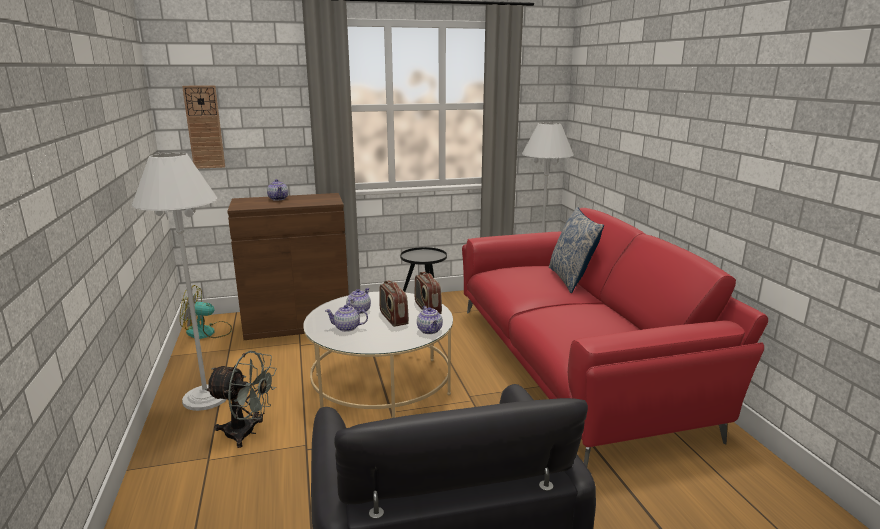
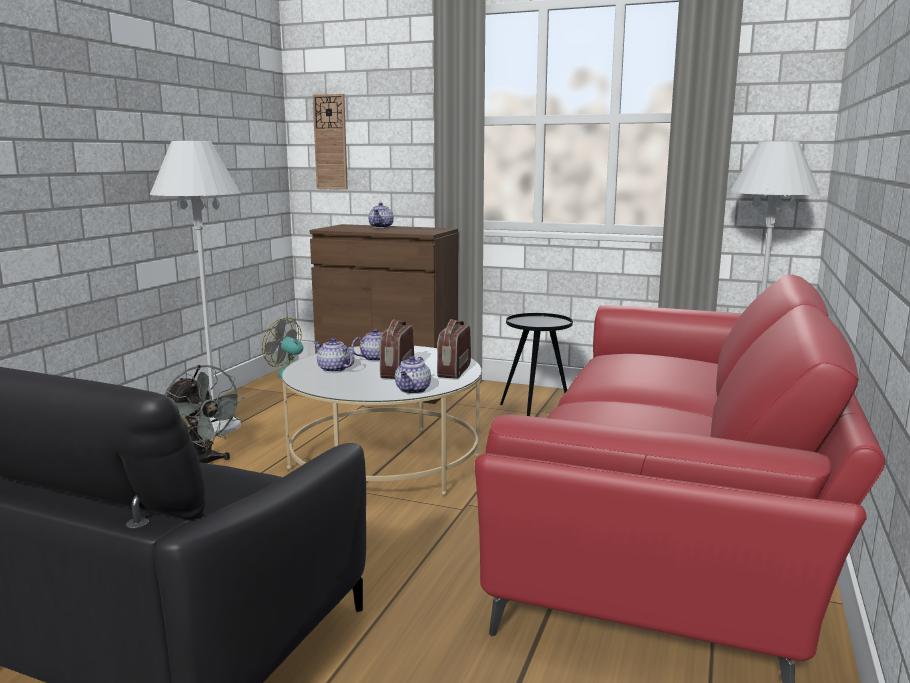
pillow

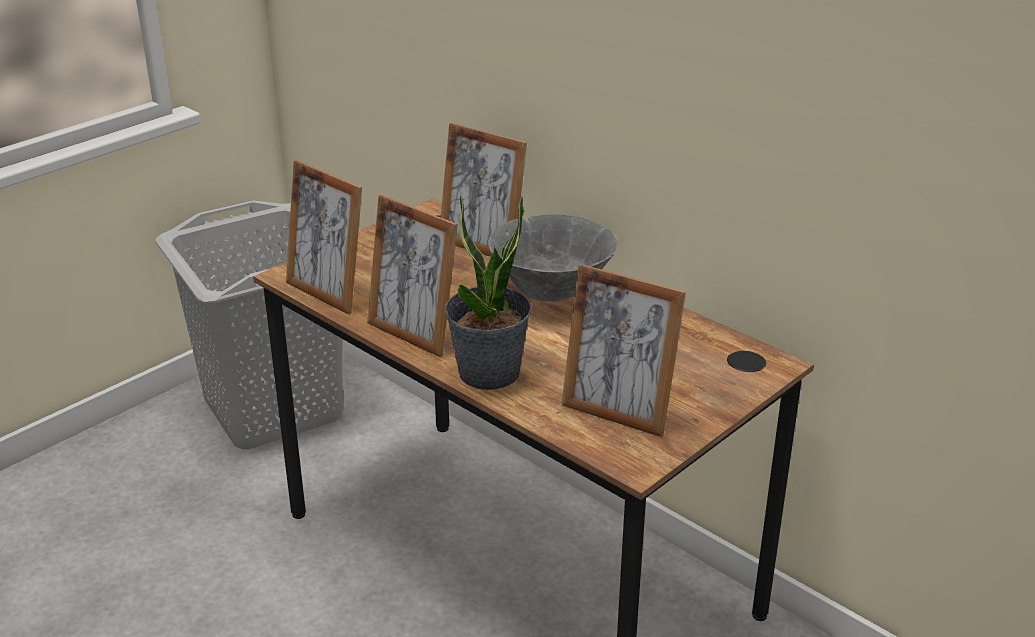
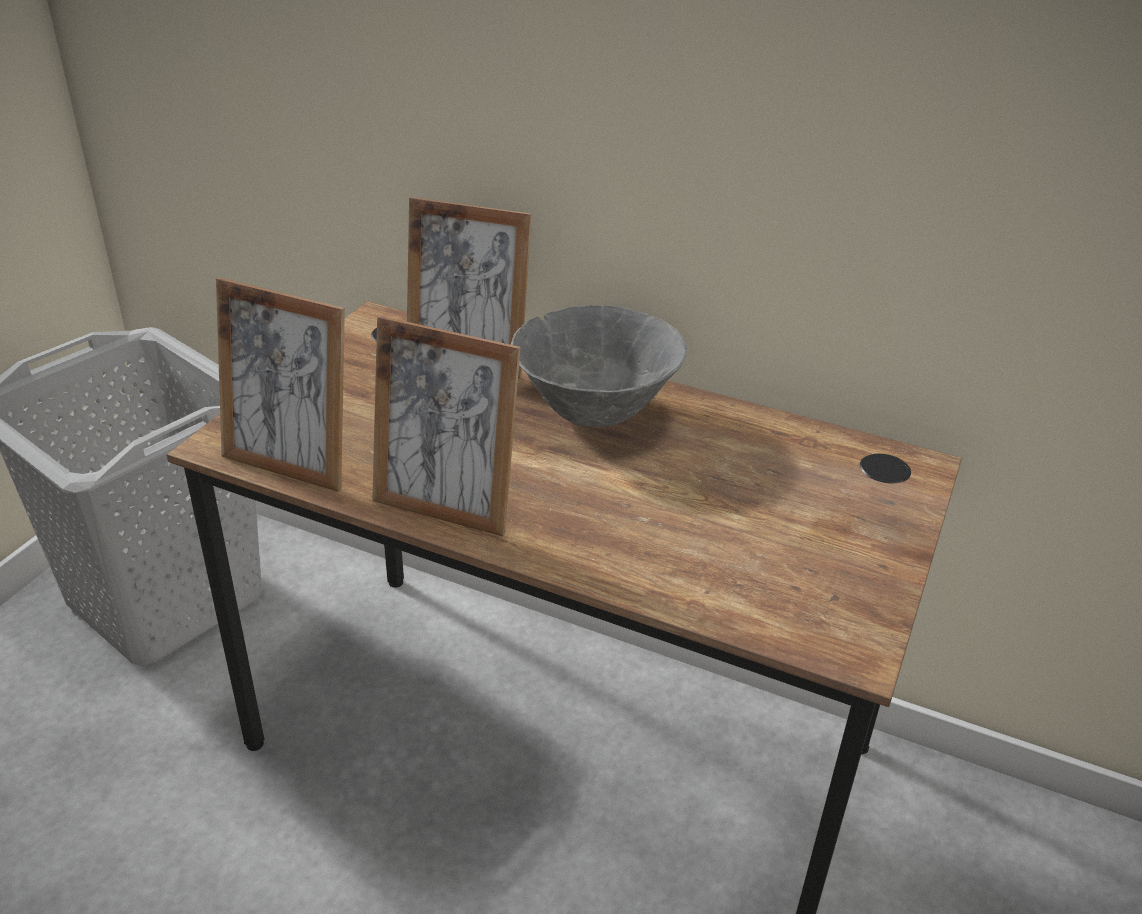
potted plant; picture frame (4th from left in the first image)

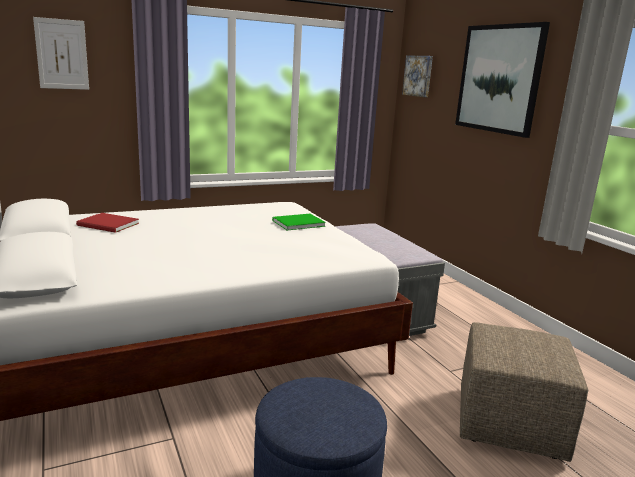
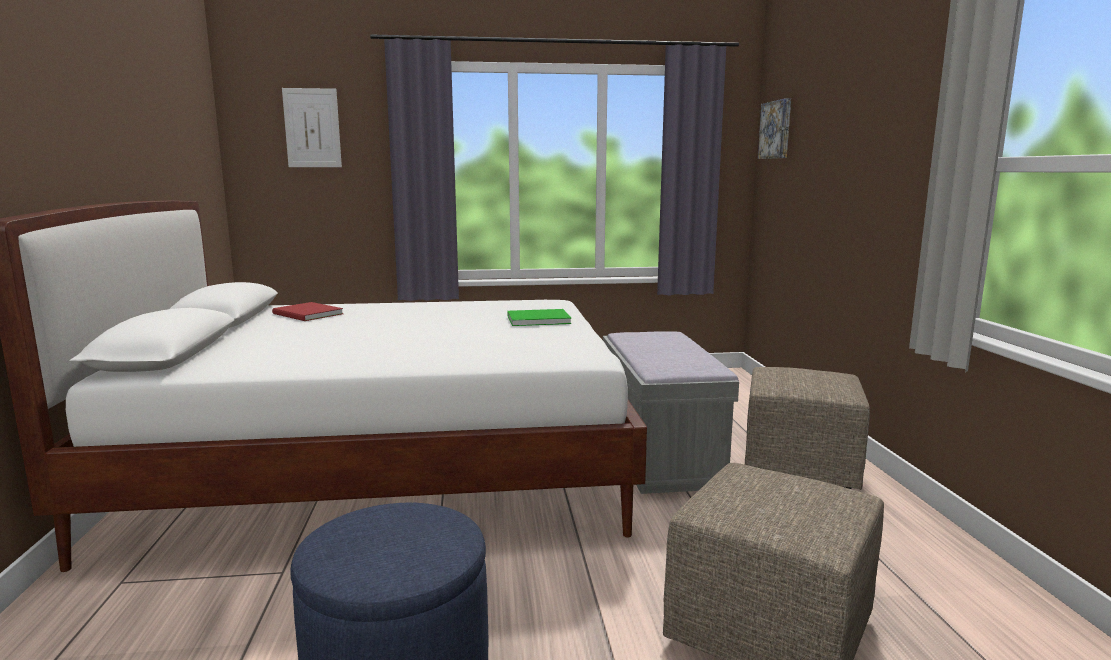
picture (3rd from left in the first image); ottoman (beige) (2nd from left)

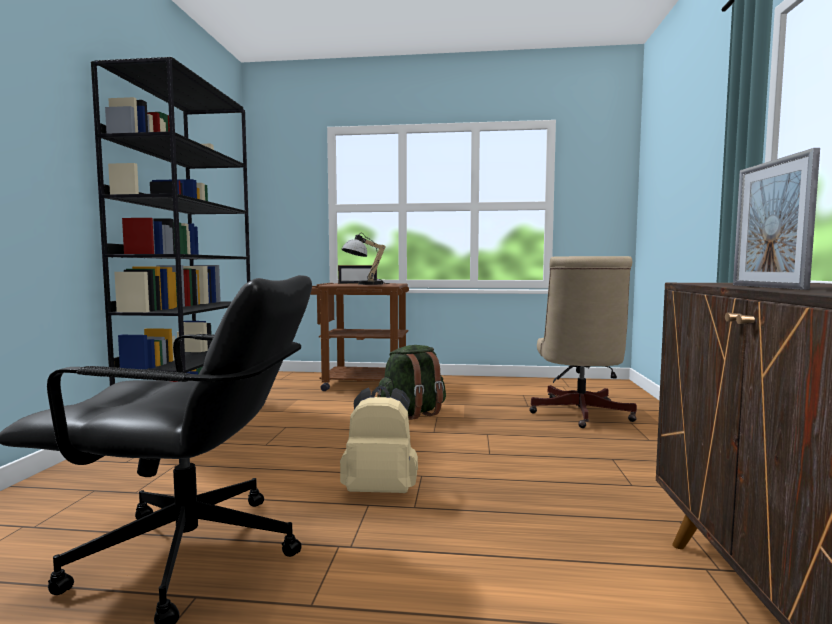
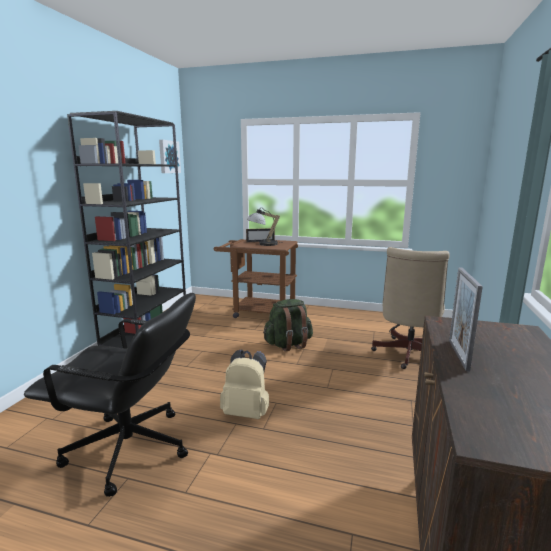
picture

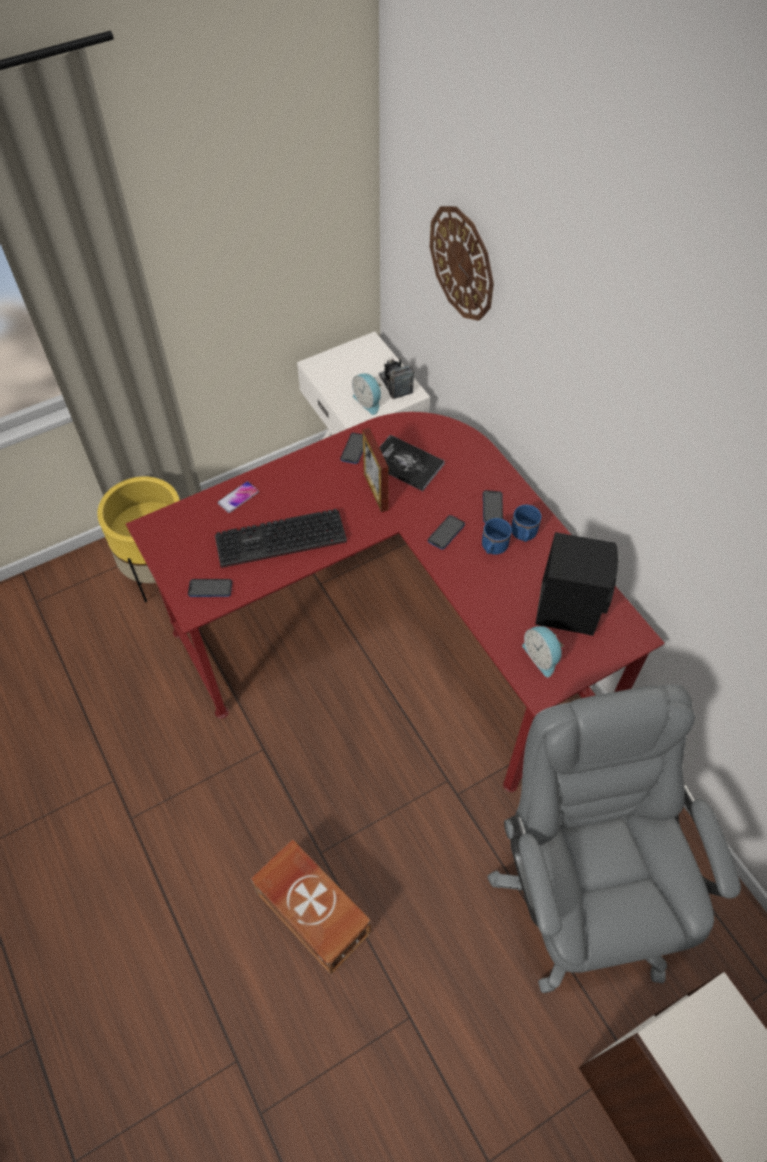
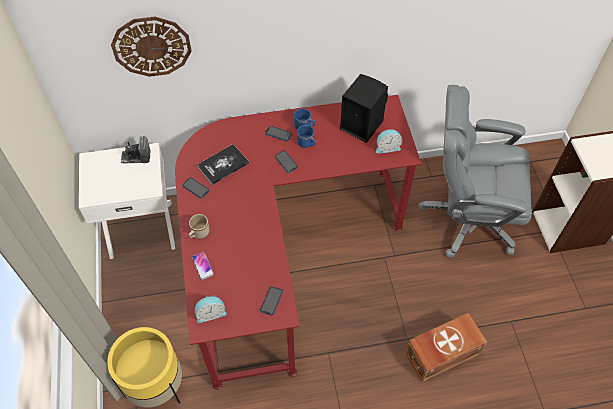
keyboard; alarm clock (1st from left); picture frame; mug (beige)

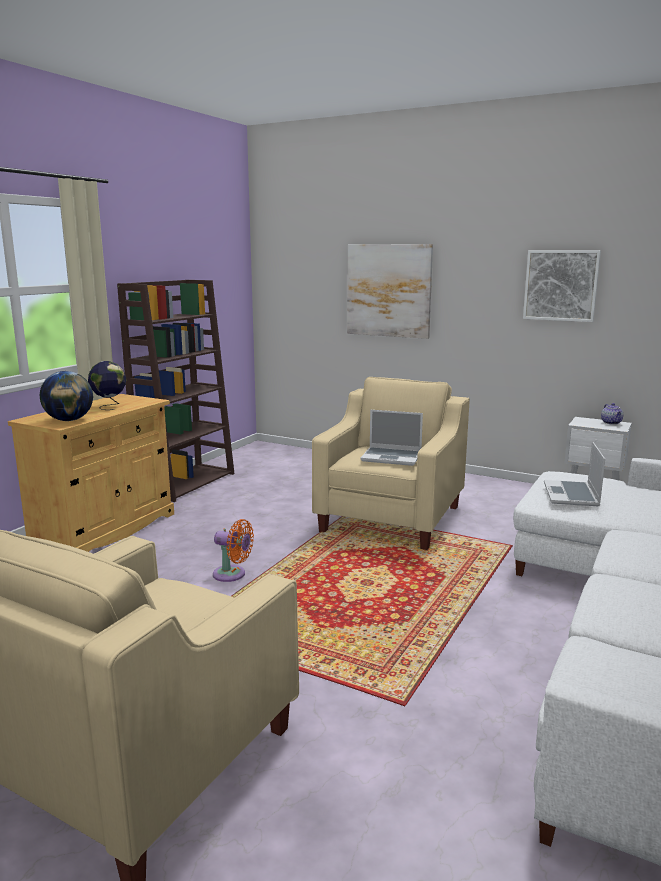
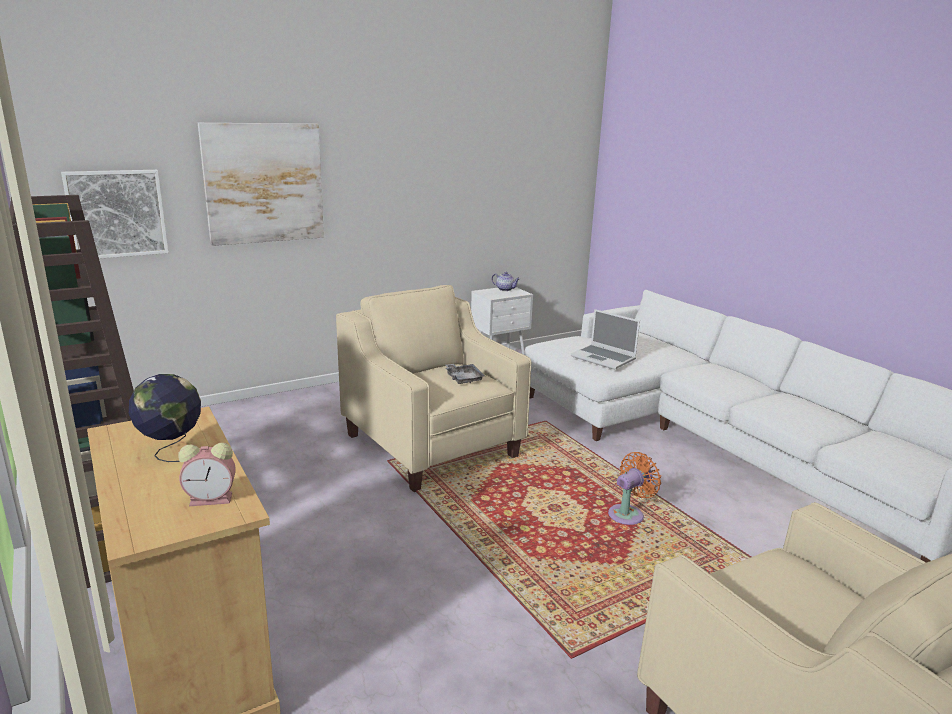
alarm clock; fan (orange); tray (grey); picture (1st from left)

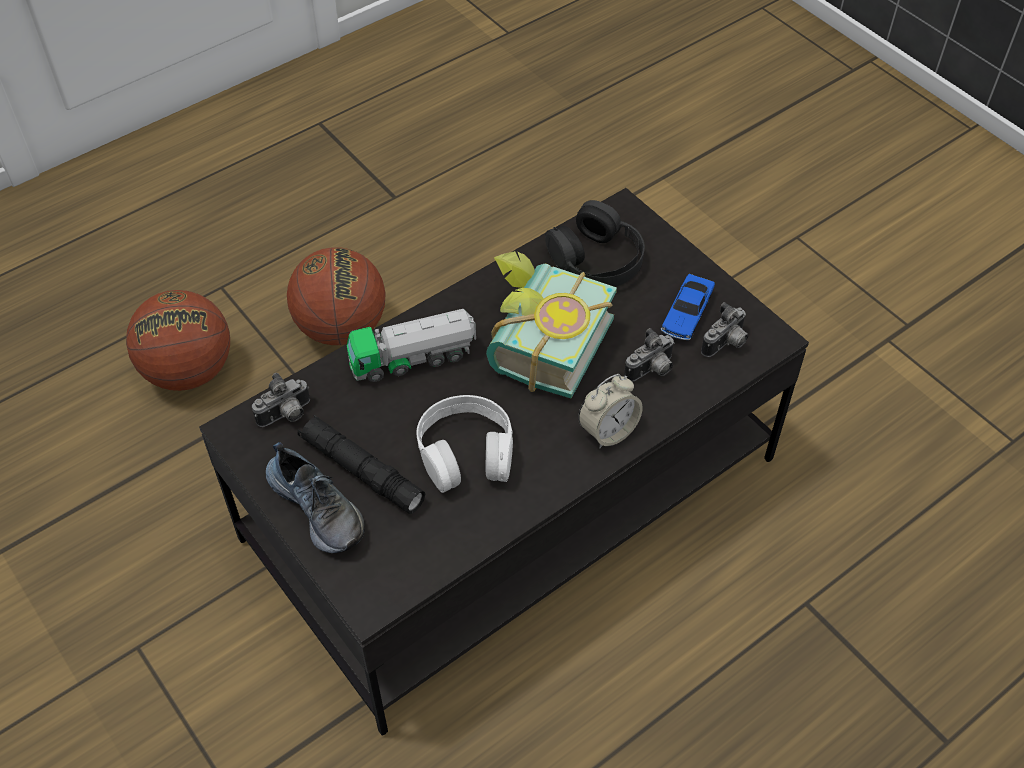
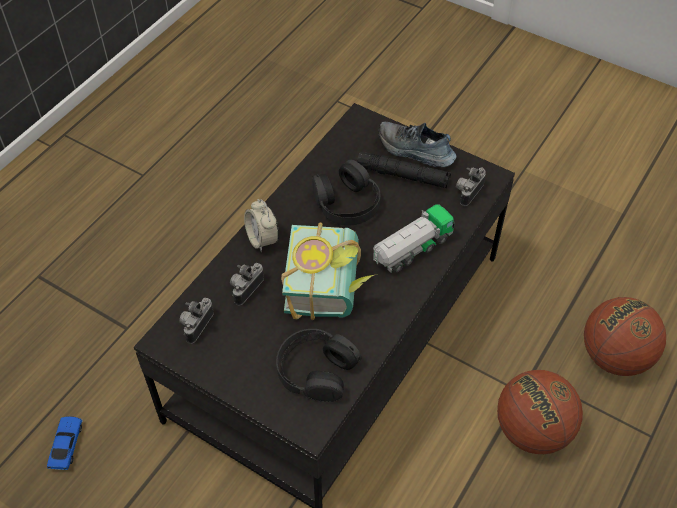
headphones (black) (2nd from left); alarm clock; toy car

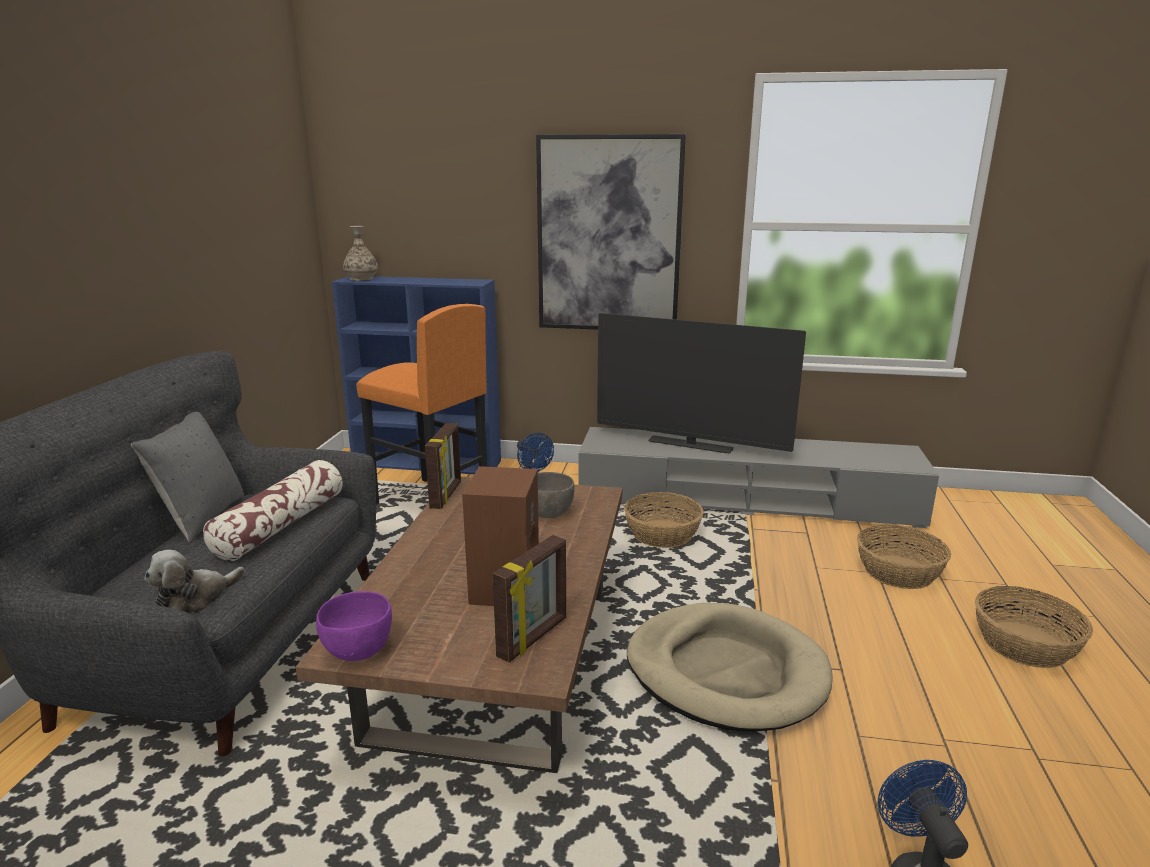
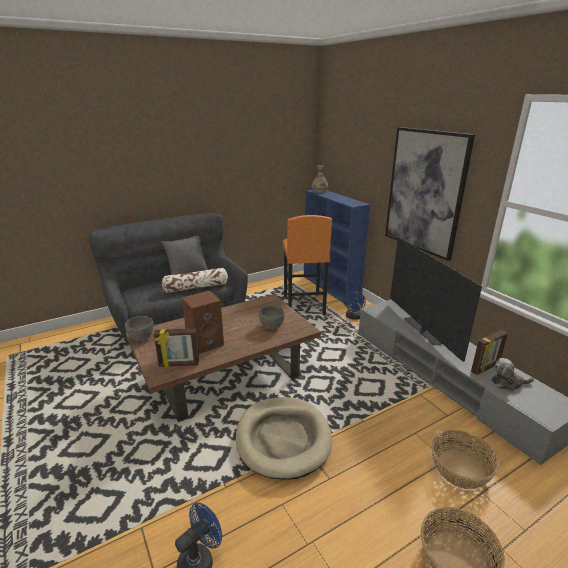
plush toy; bowl (grey) (1st from left); picture frame (2nd from left); basket (1st from left in the first image)

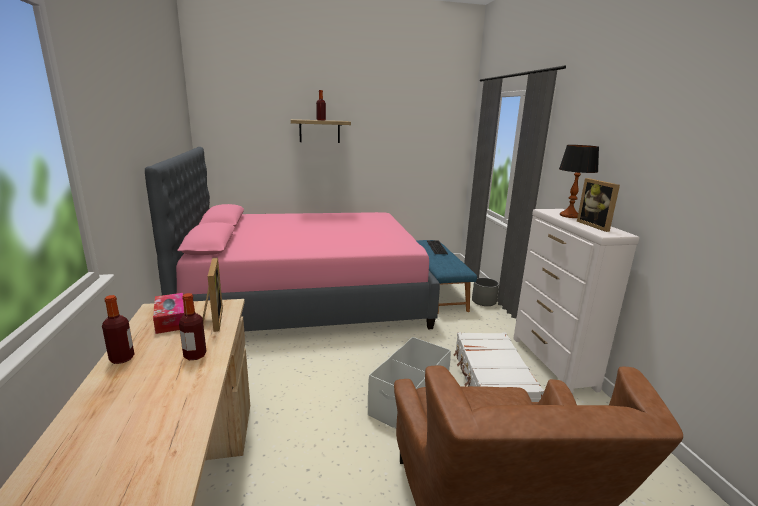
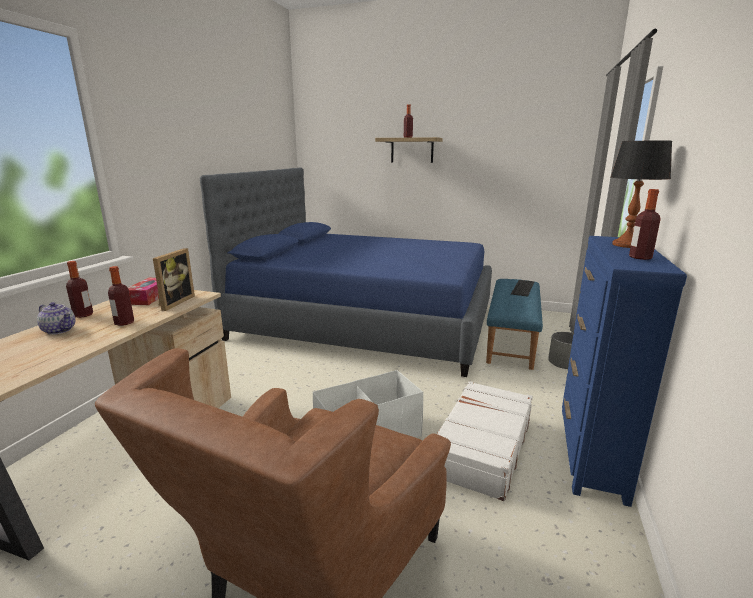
bed (blue); dresser (blue); bottle (4th from left); teapot

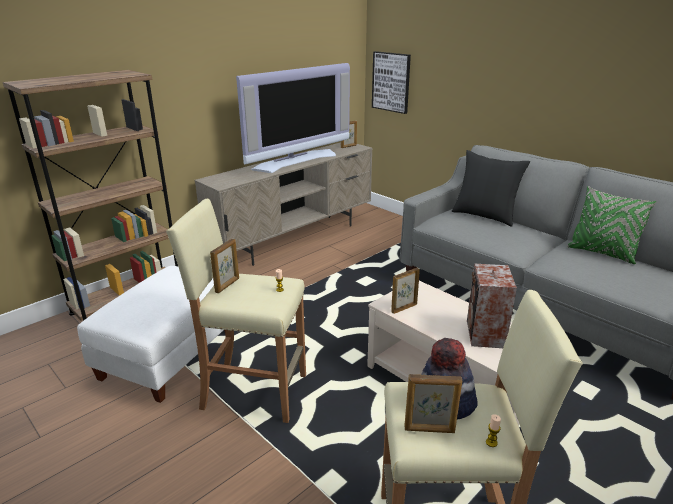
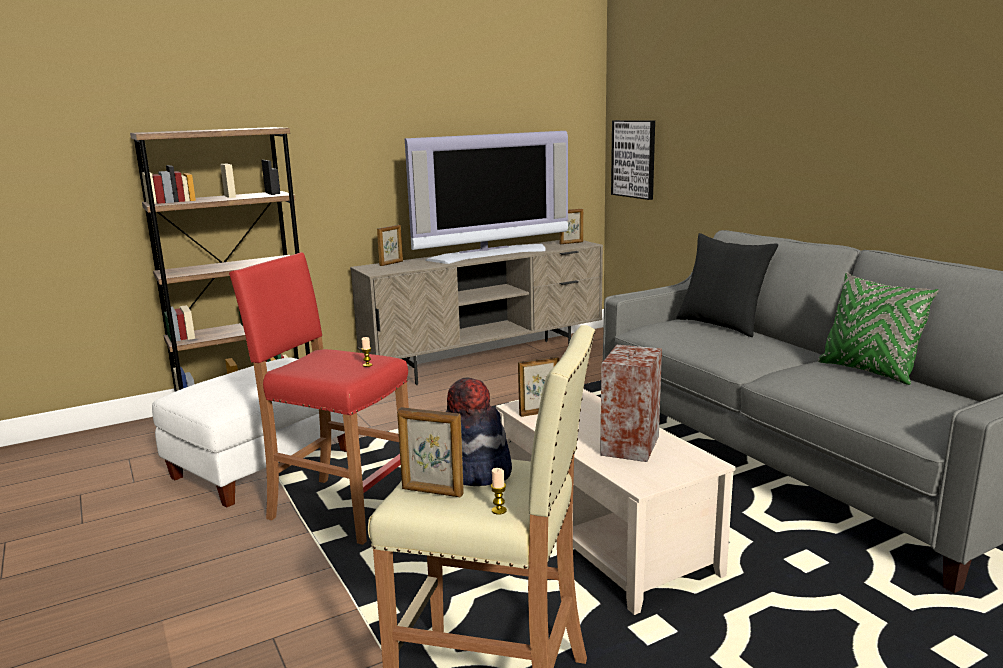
stool (red); picture frame (1st from left)

